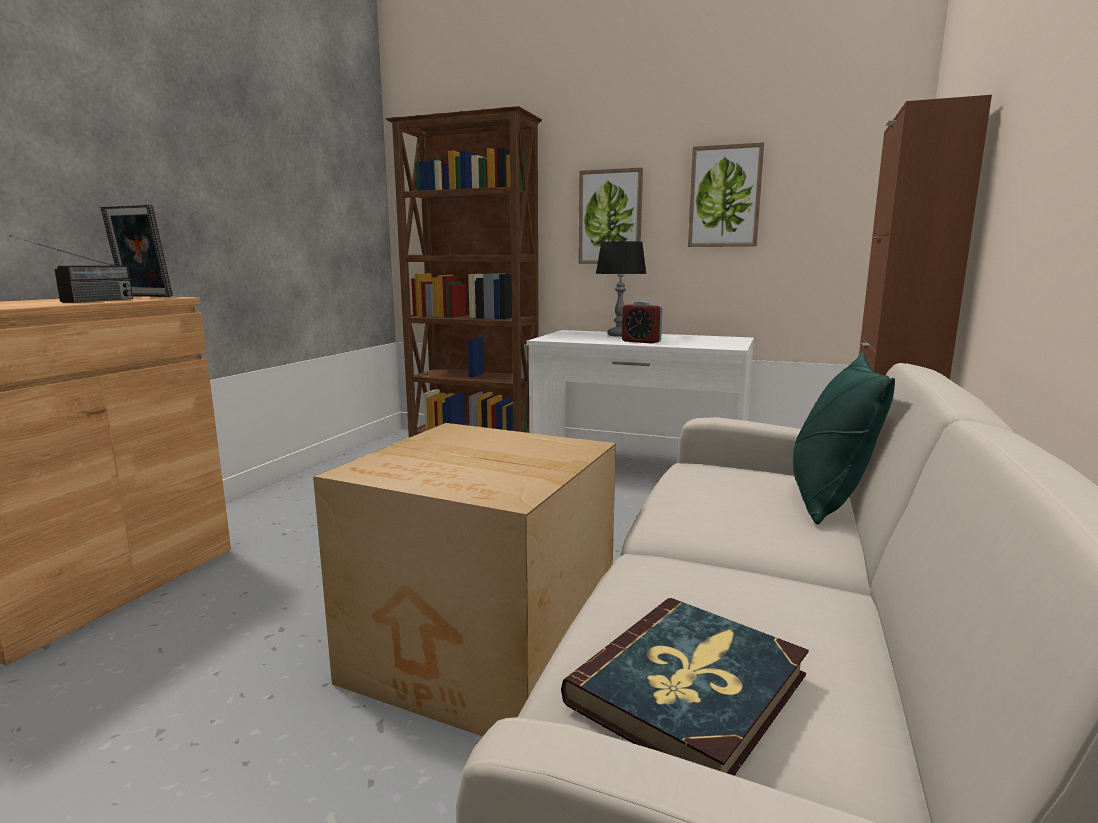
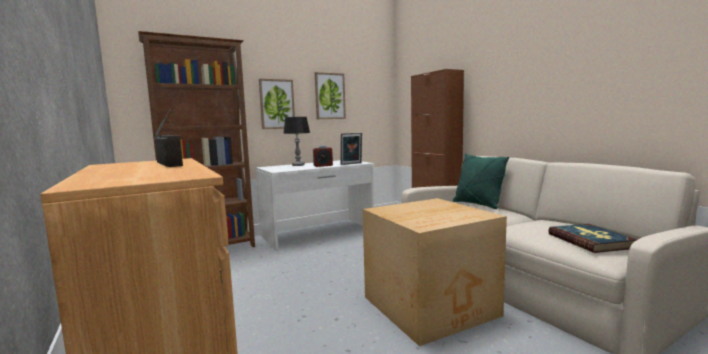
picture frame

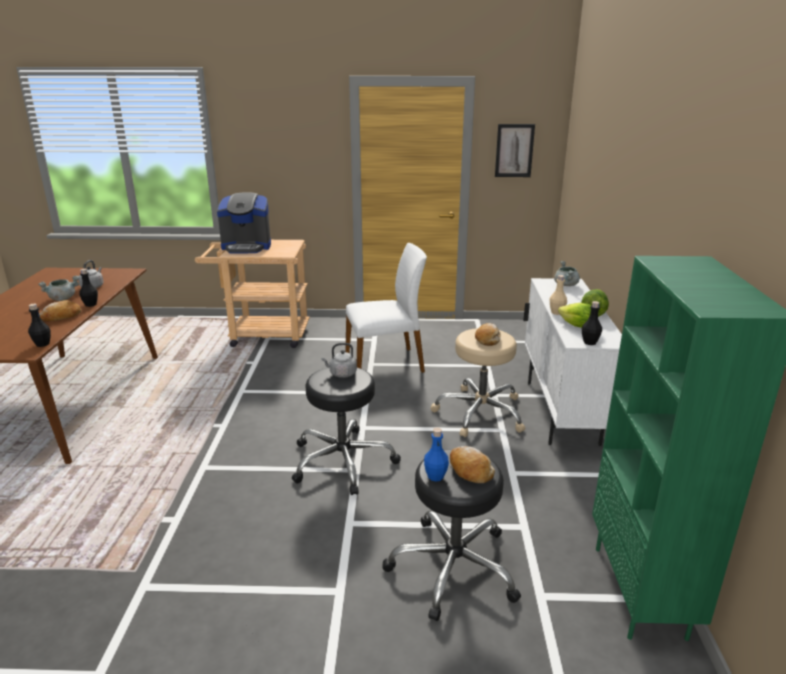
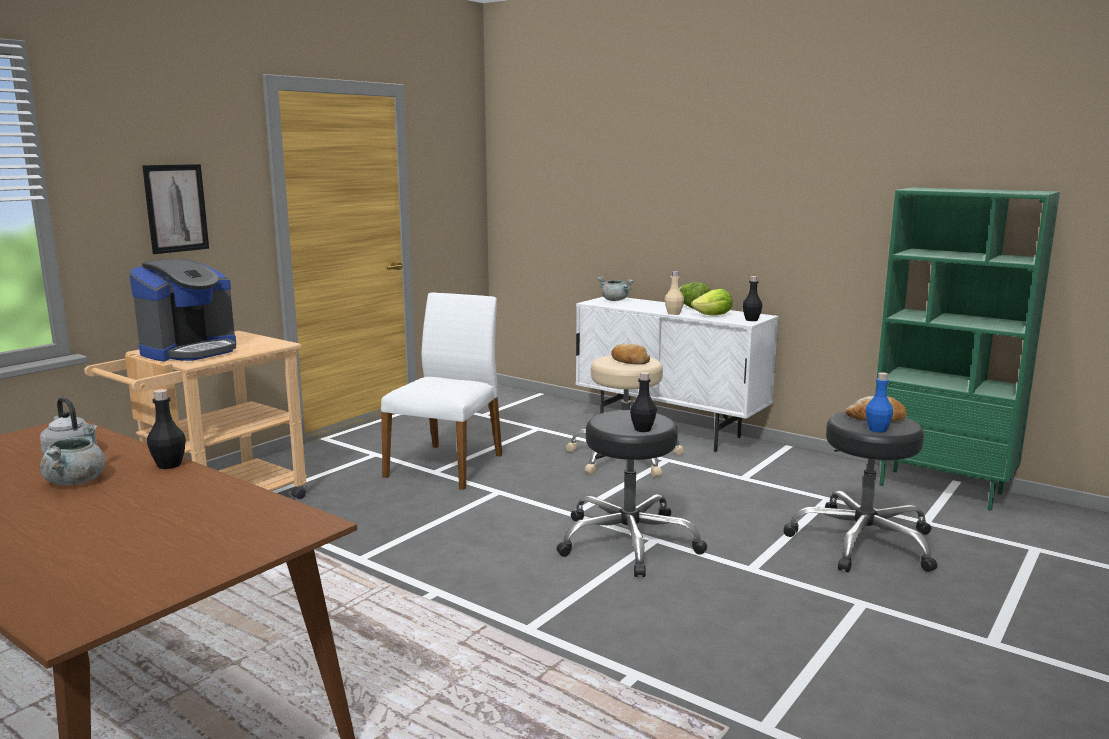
bottle (black) (2nd from left); bread (1st from left in the first image); kettle (grey) (2nd from left in the first image); picture

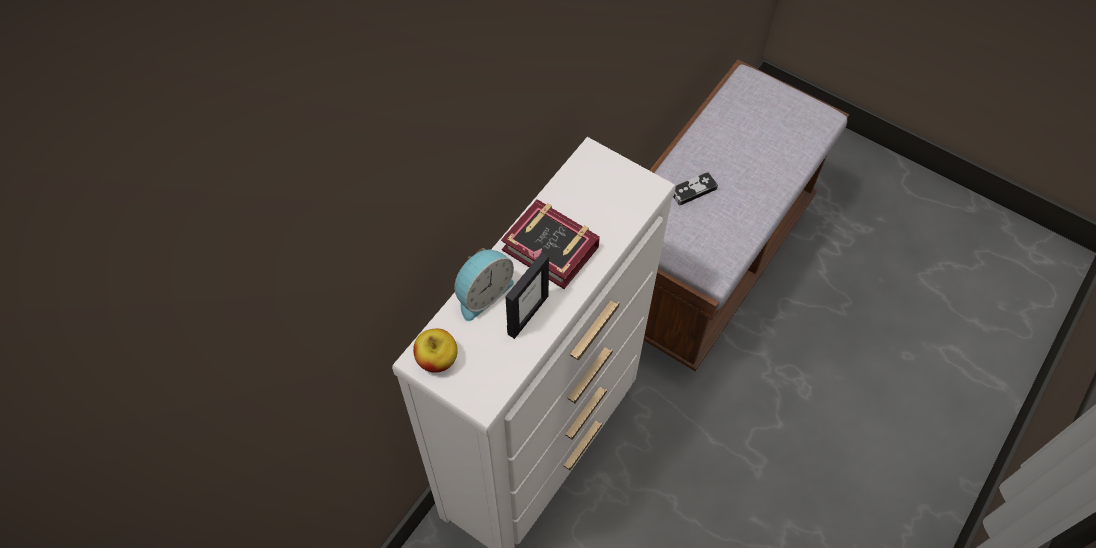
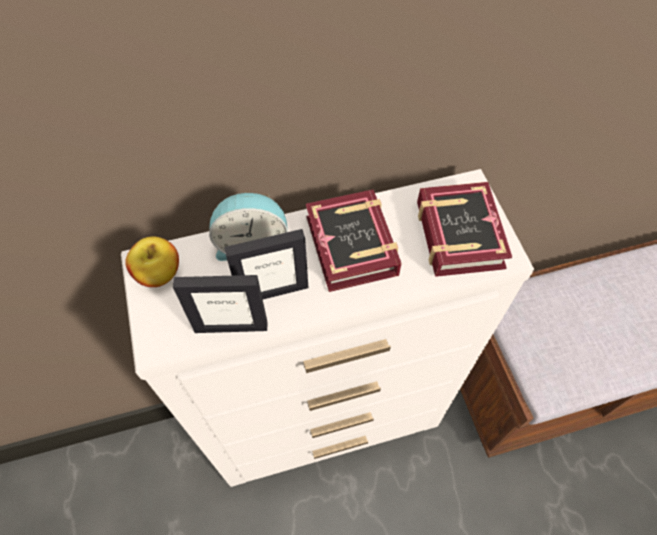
game controller; picture frame (1st from left); book (2nd from left)

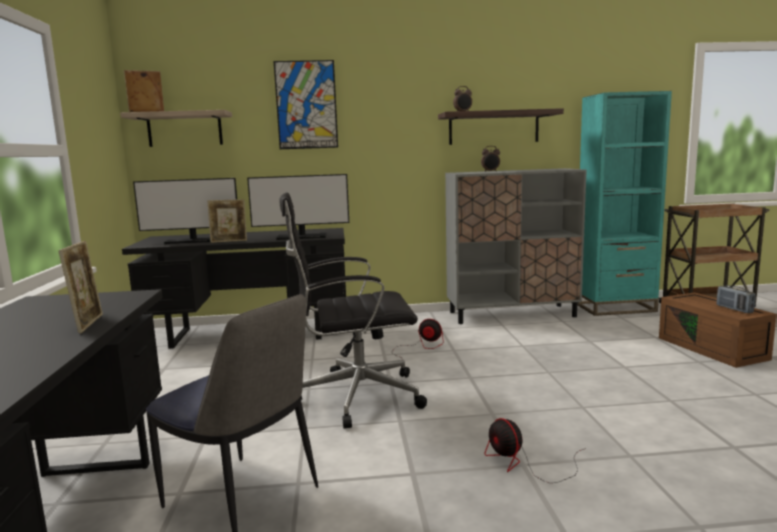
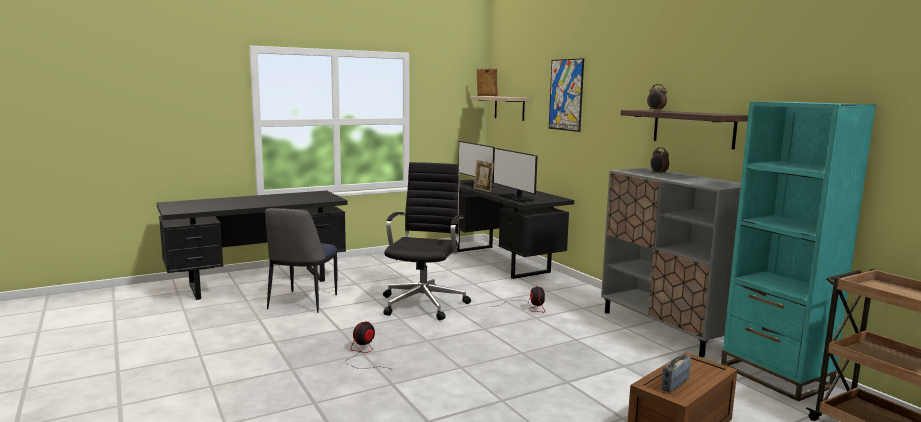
picture frame (1st from left in the first image); office chair (black)

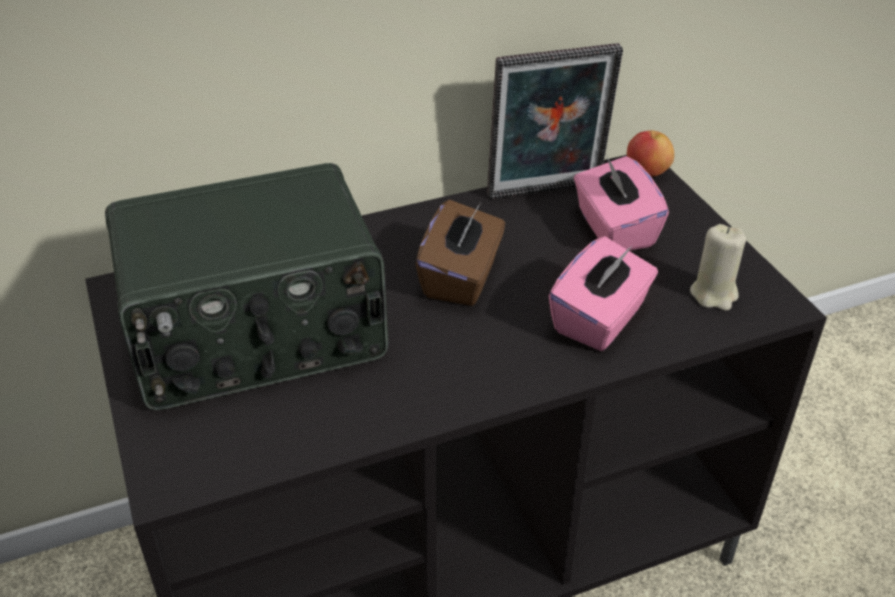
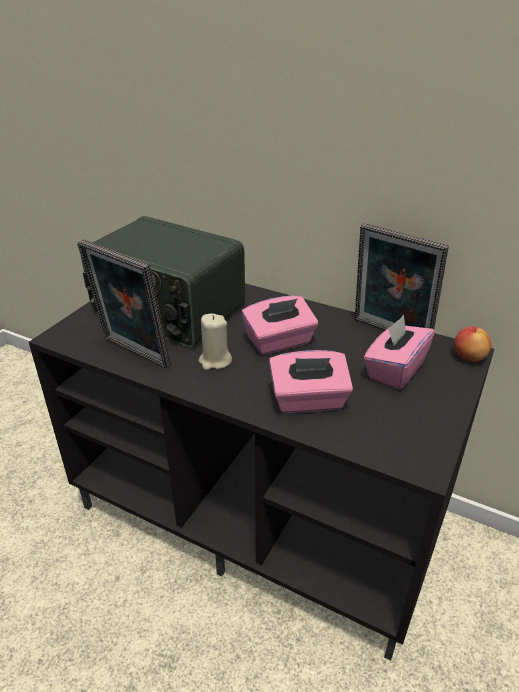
tissue box (pink) (1st from left); candle (beige); picture frame (1st from left)

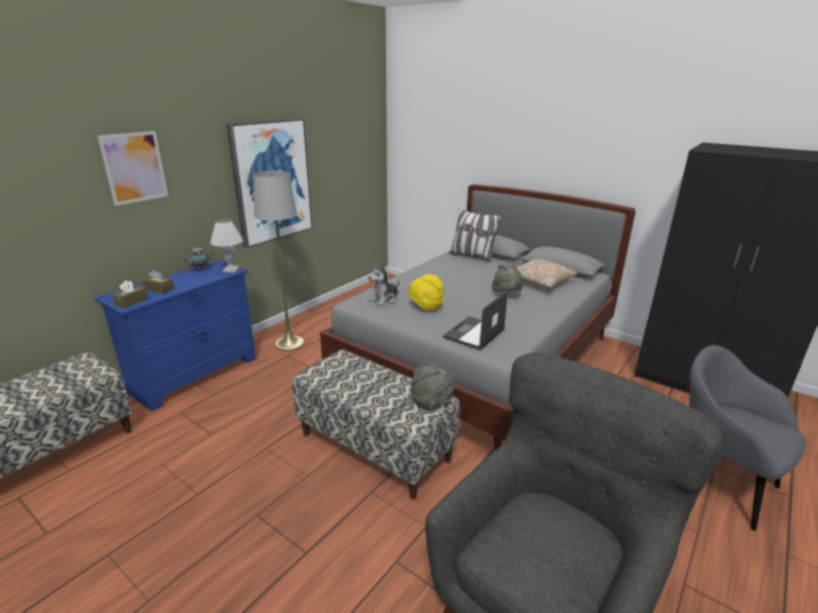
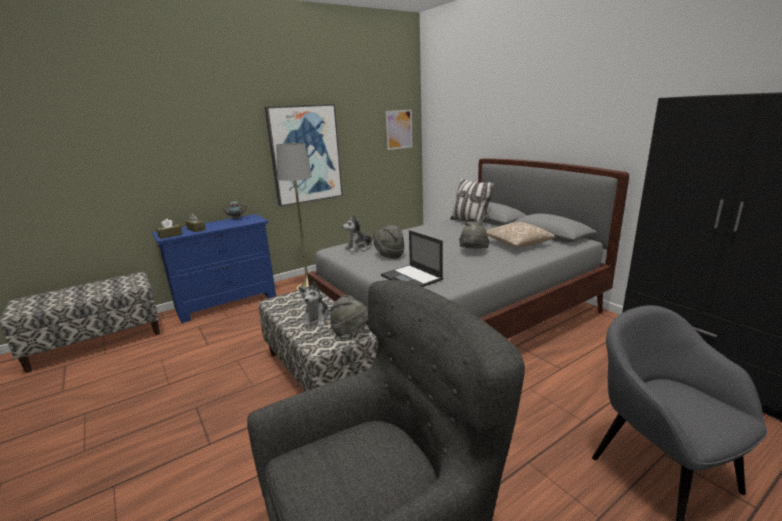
picture (2nd from left); table lamp (white); hat (grey) (2nd from left); laptop; plush toy (1st from left)

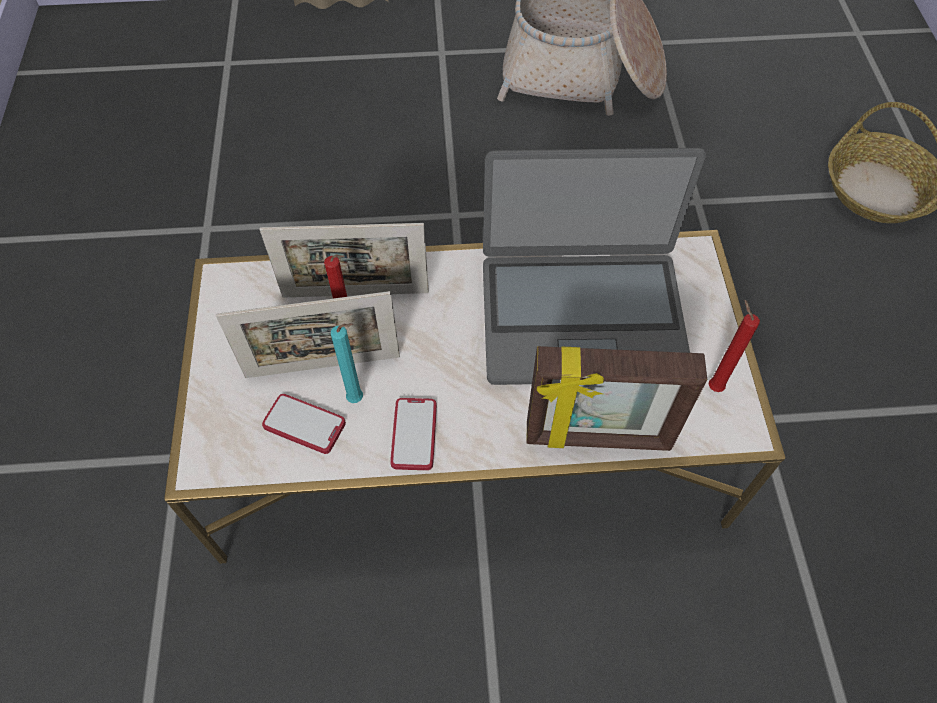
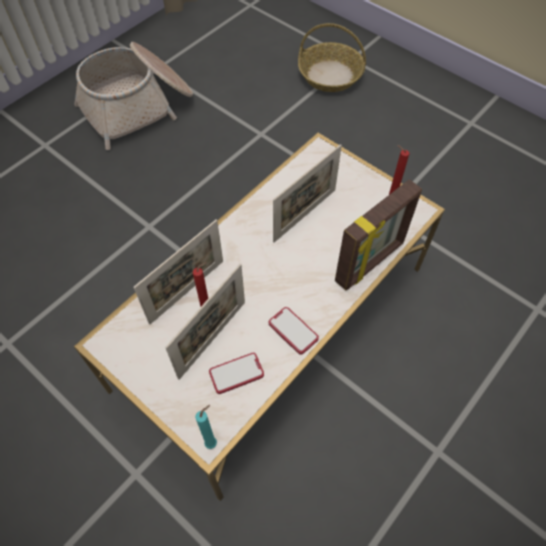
candle (turquoise); picture frame (3rd from left)

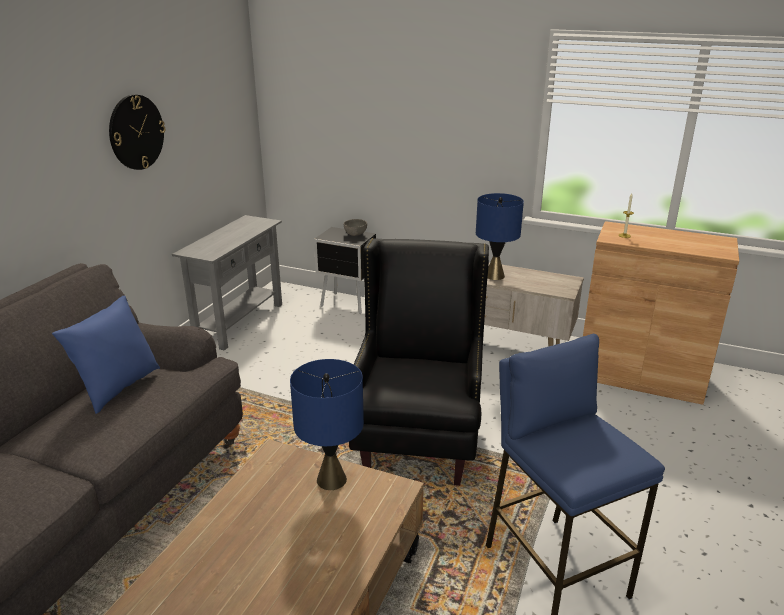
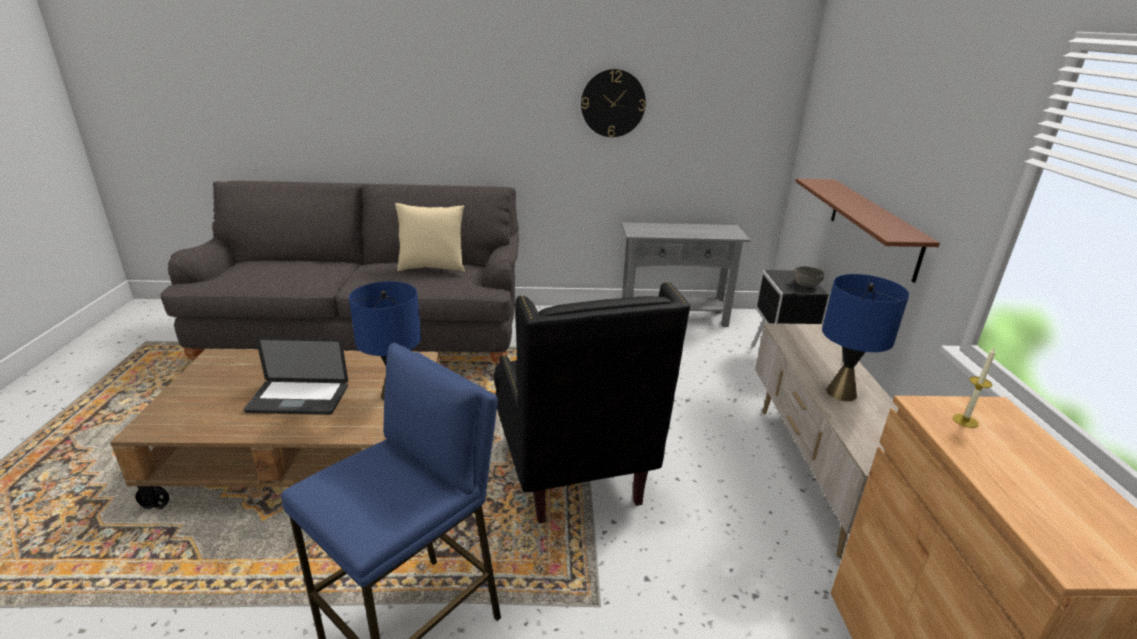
pillow (beige); armchair (black); laptop; shelf (brown)

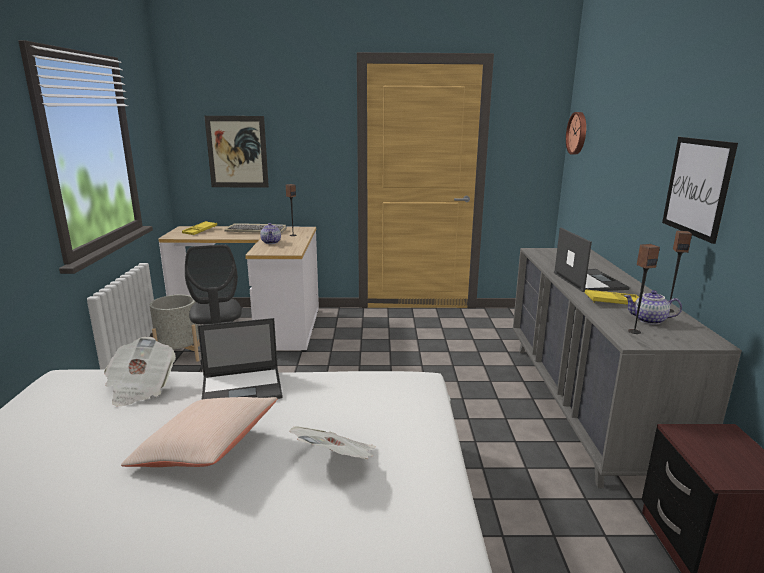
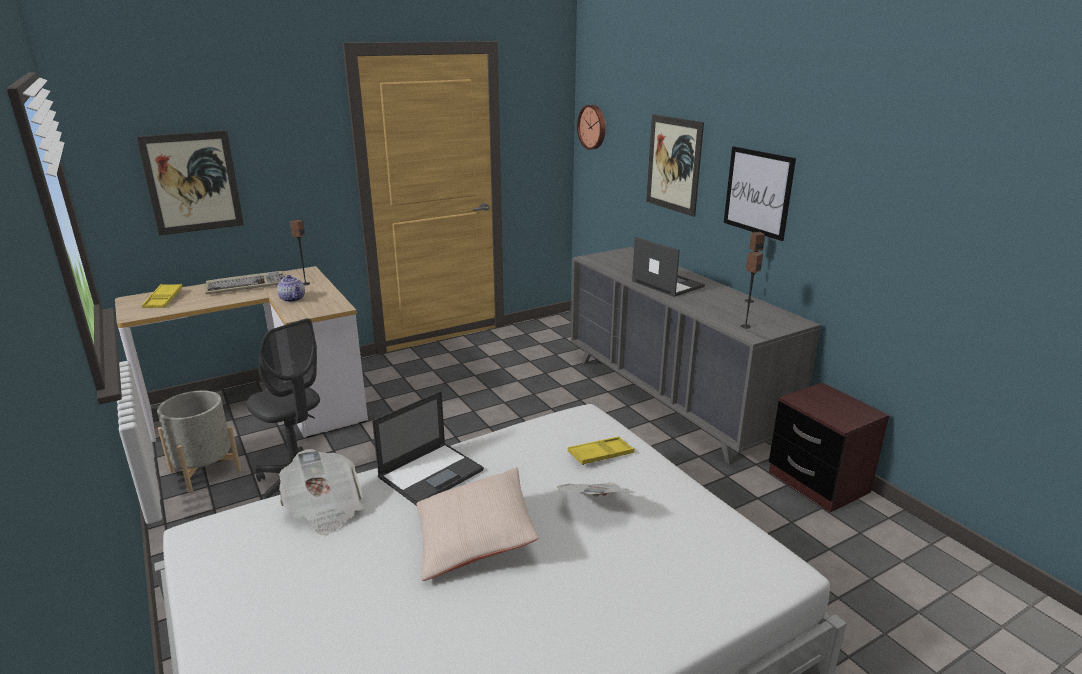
tray (yellow) (2nd from left); teapot (2nd from left in the first image); picture (2nd from left)

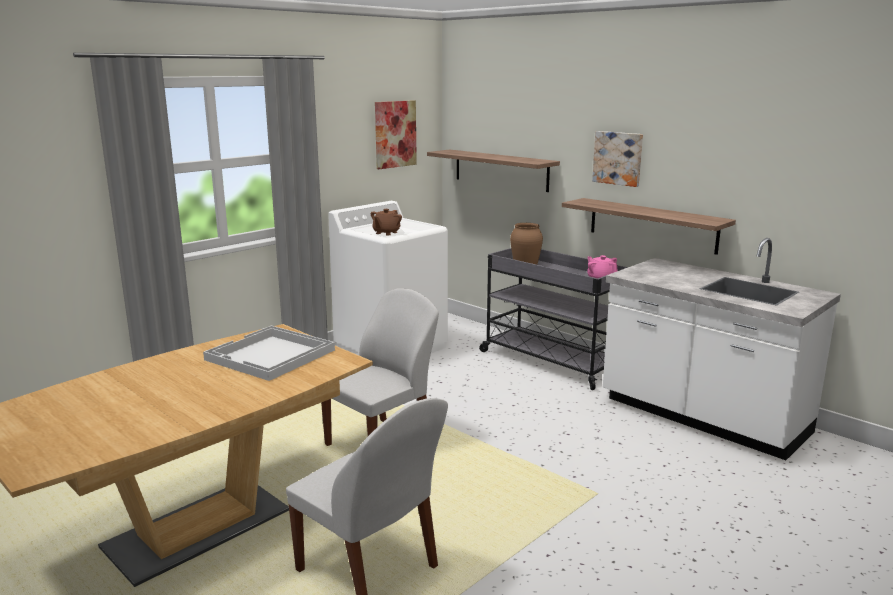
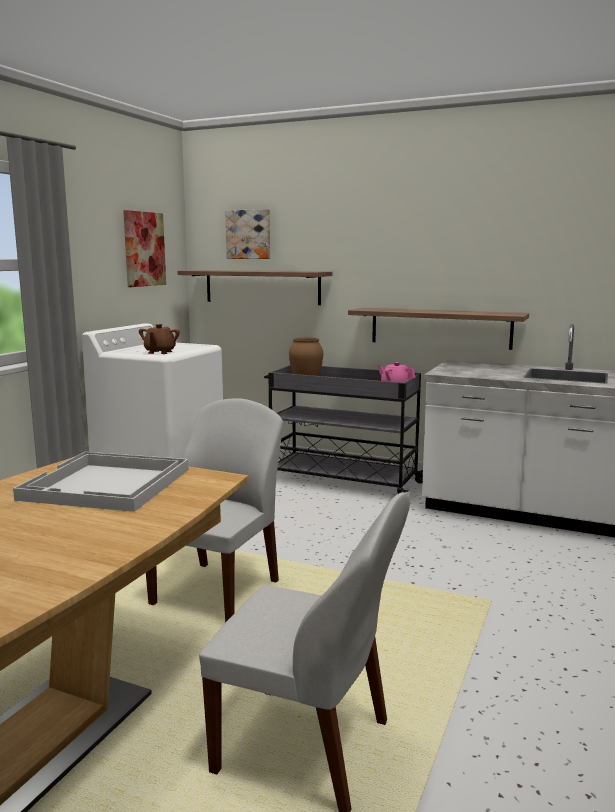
picture (2nd from left)

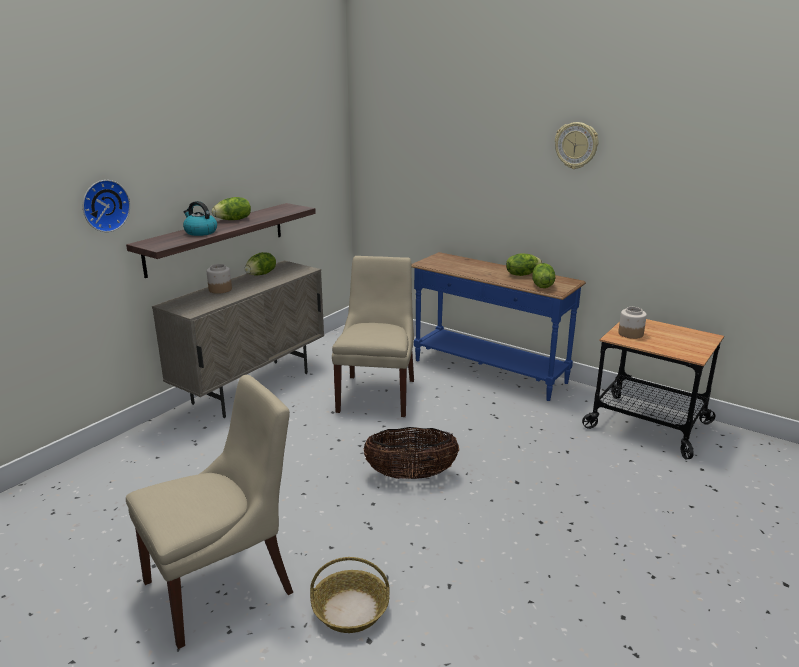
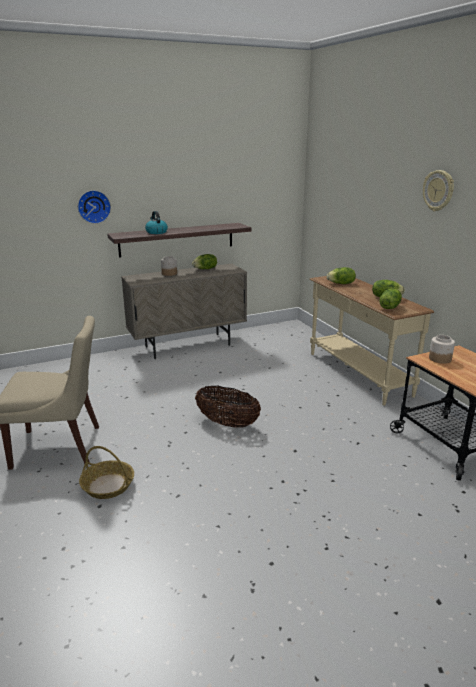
lettuce (2nd from left); chair (beige) (2nd from left in the first image); console table (beige)

